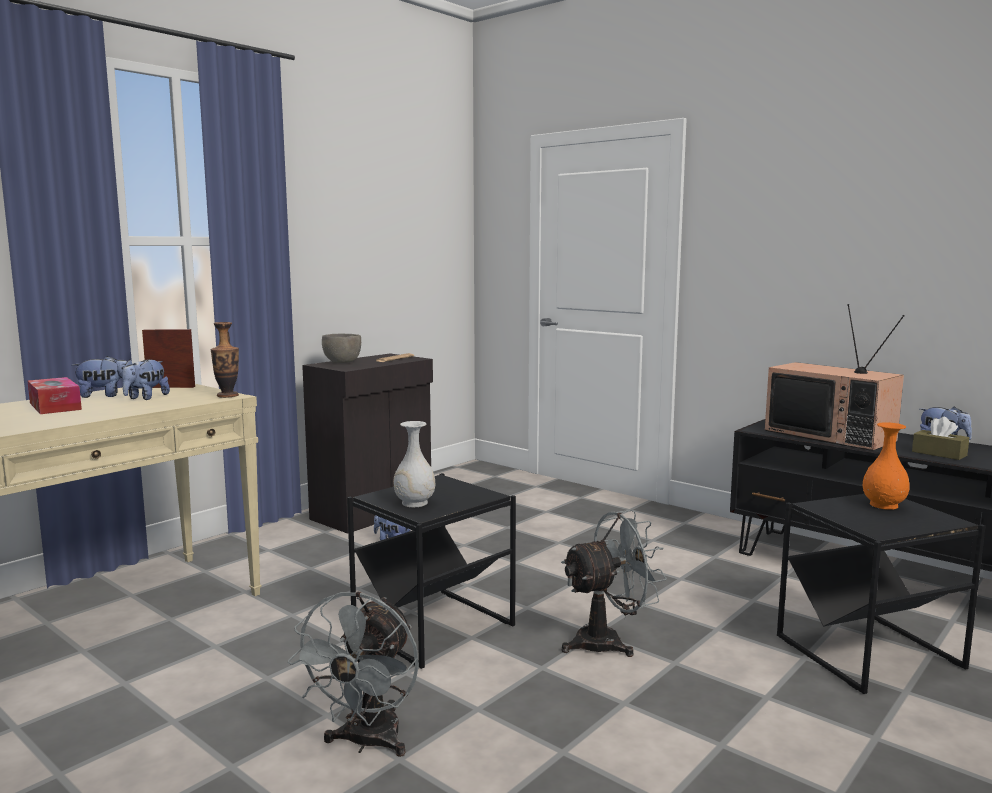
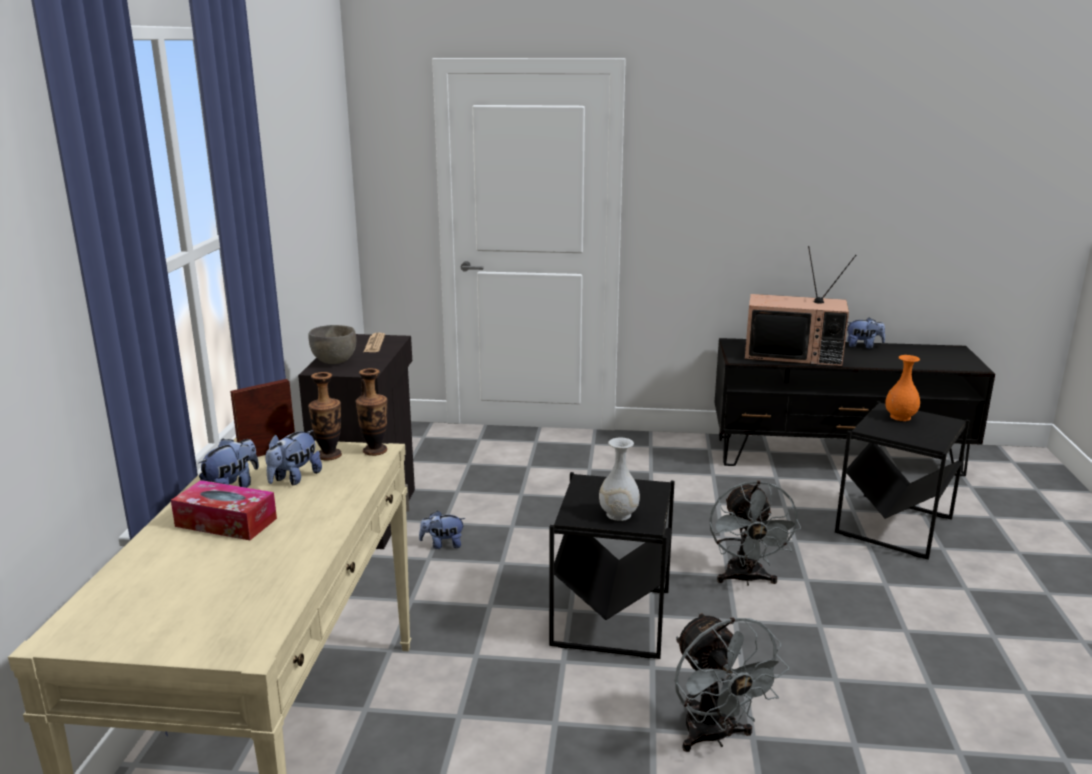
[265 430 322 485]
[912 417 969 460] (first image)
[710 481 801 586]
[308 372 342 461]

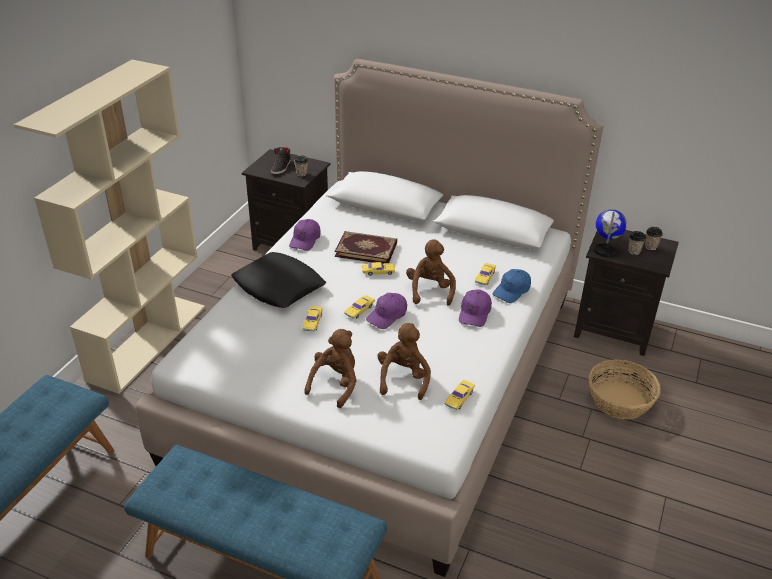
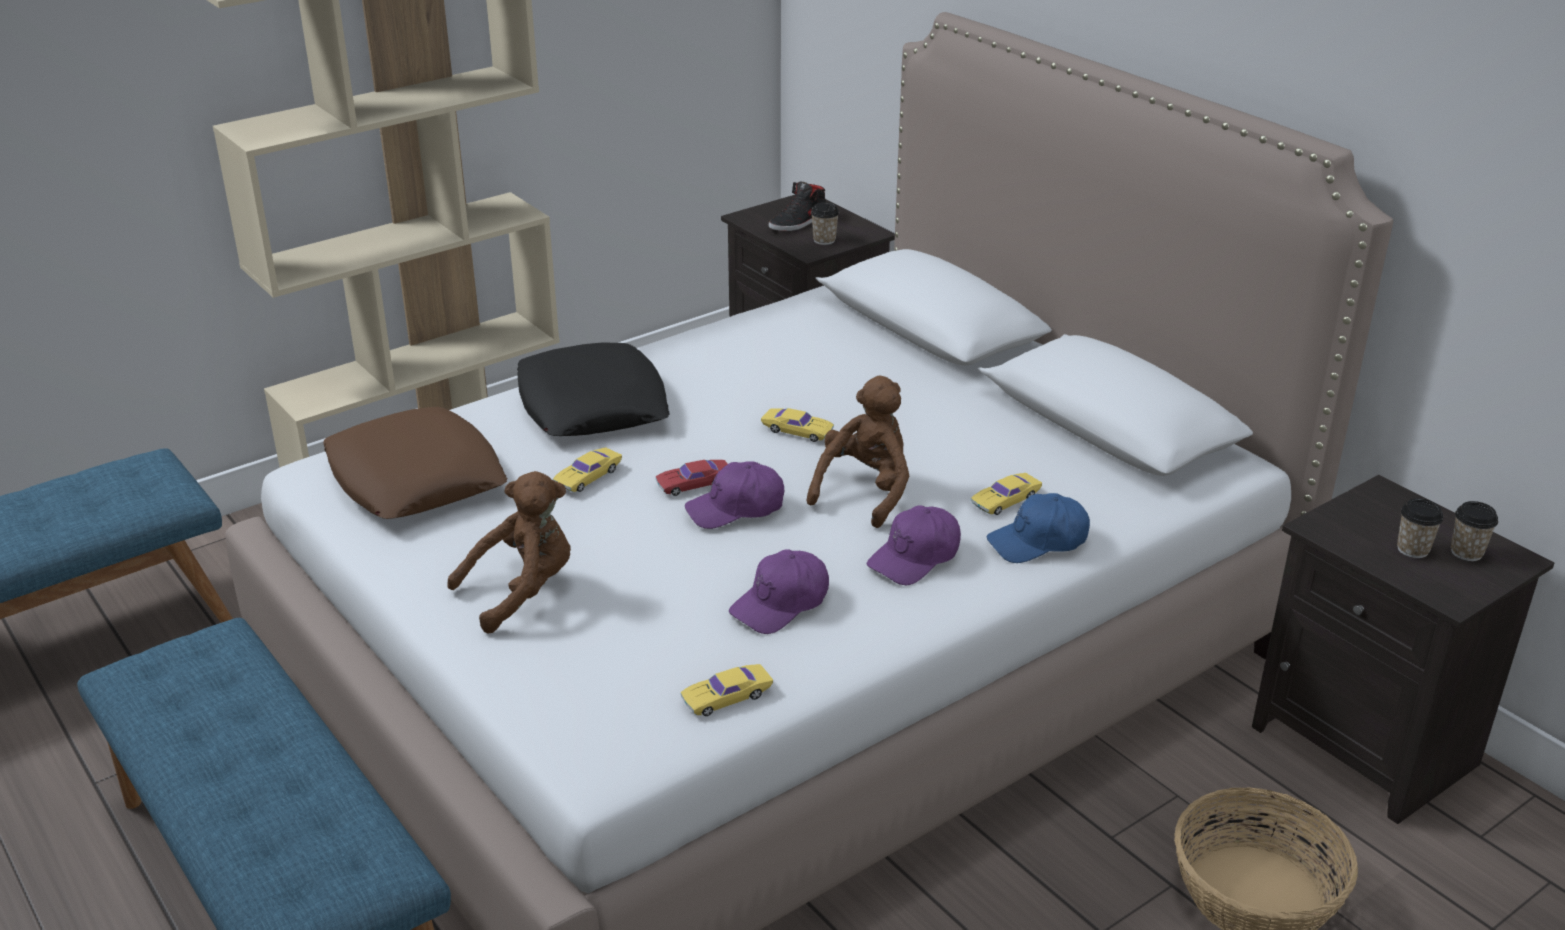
[594 209 627 257] (first image)
[729 549 829 634]
[335 231 397 263] (first image)
[656 460 727 496]
[377 323 431 400] (first image)
[323 407 507 519]

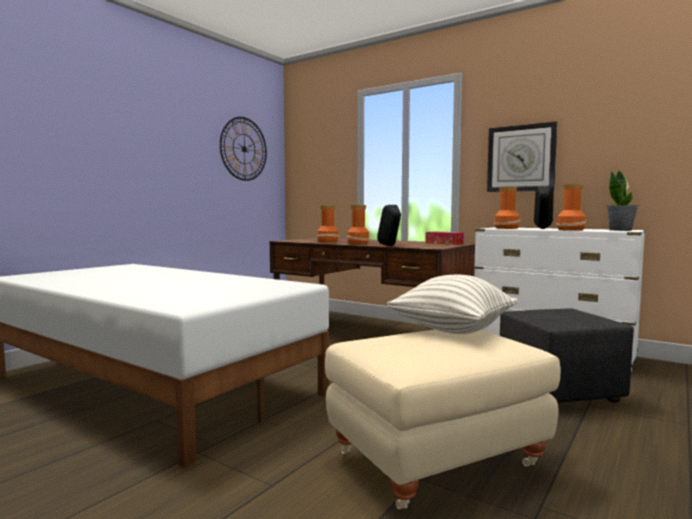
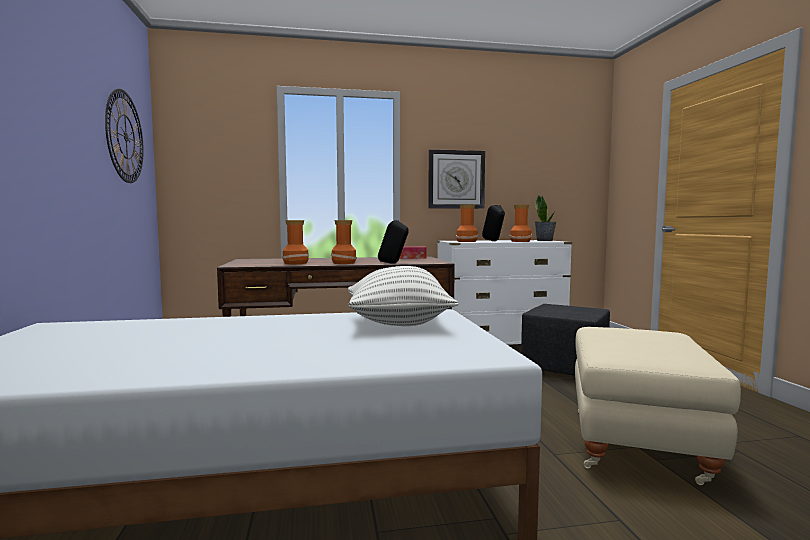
[348 266 458 326]

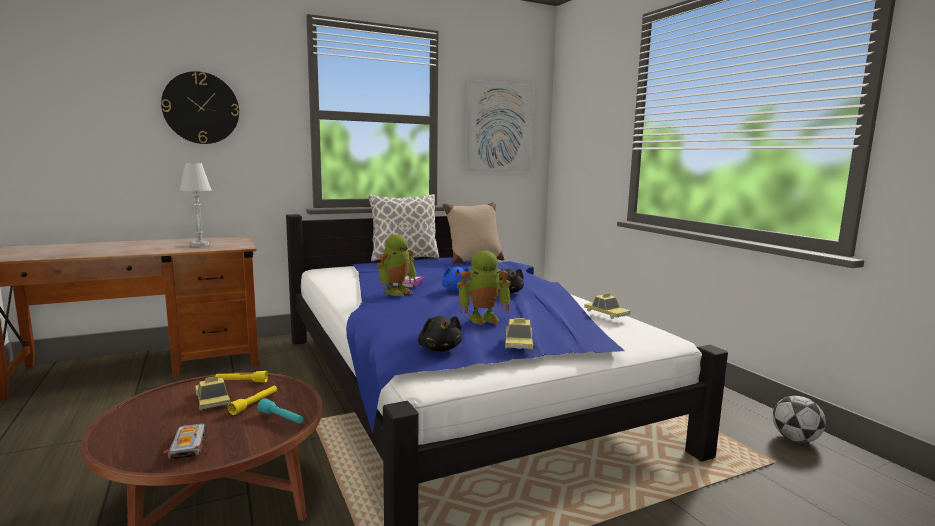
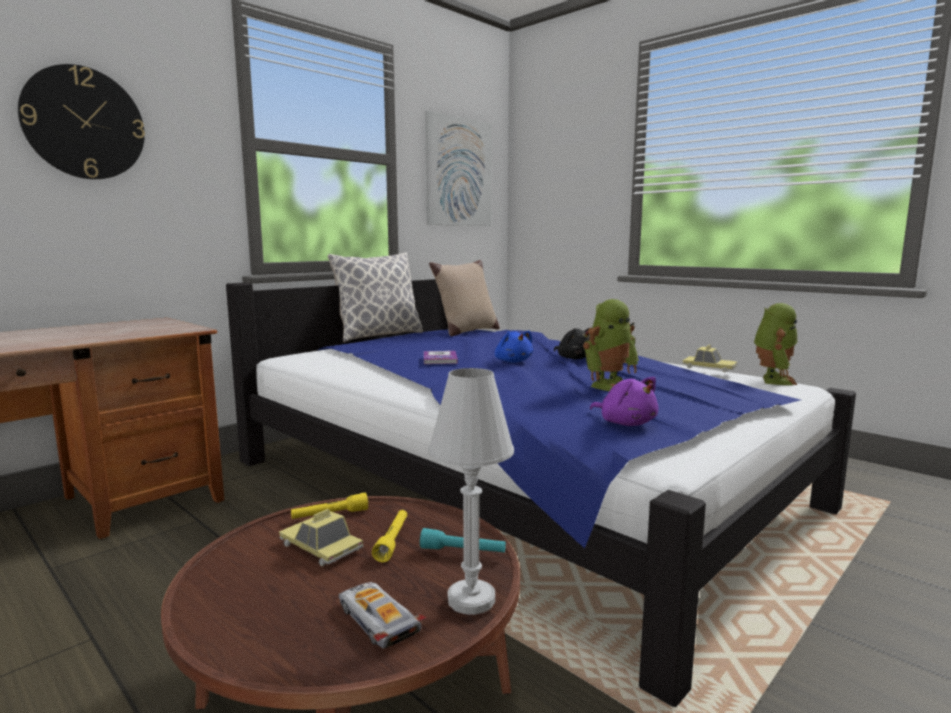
[428 368 514 615]
[754 303 798 385]
[590 377 658 426]
[505 318 533 350] (first image)
[773 396 826 443] (first image)

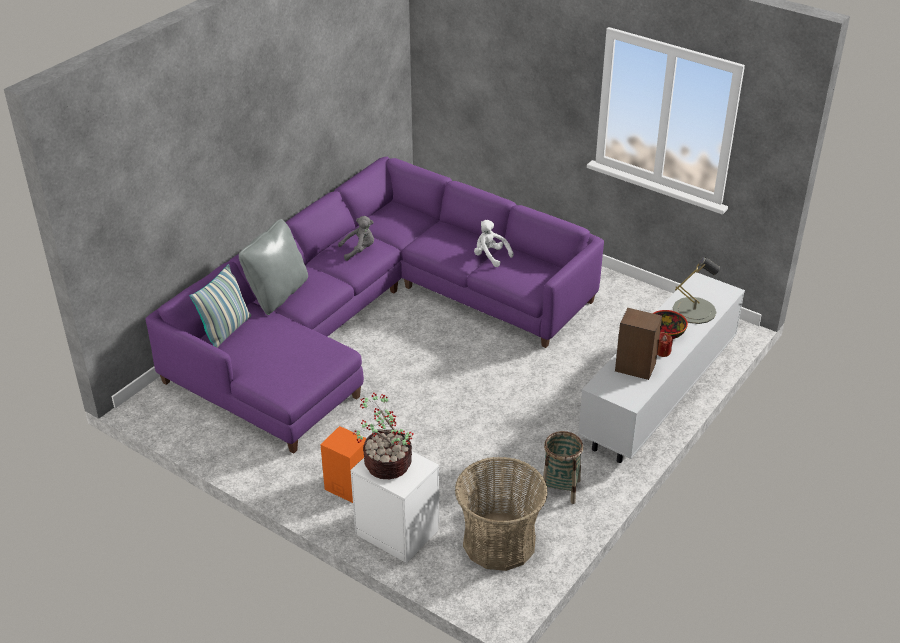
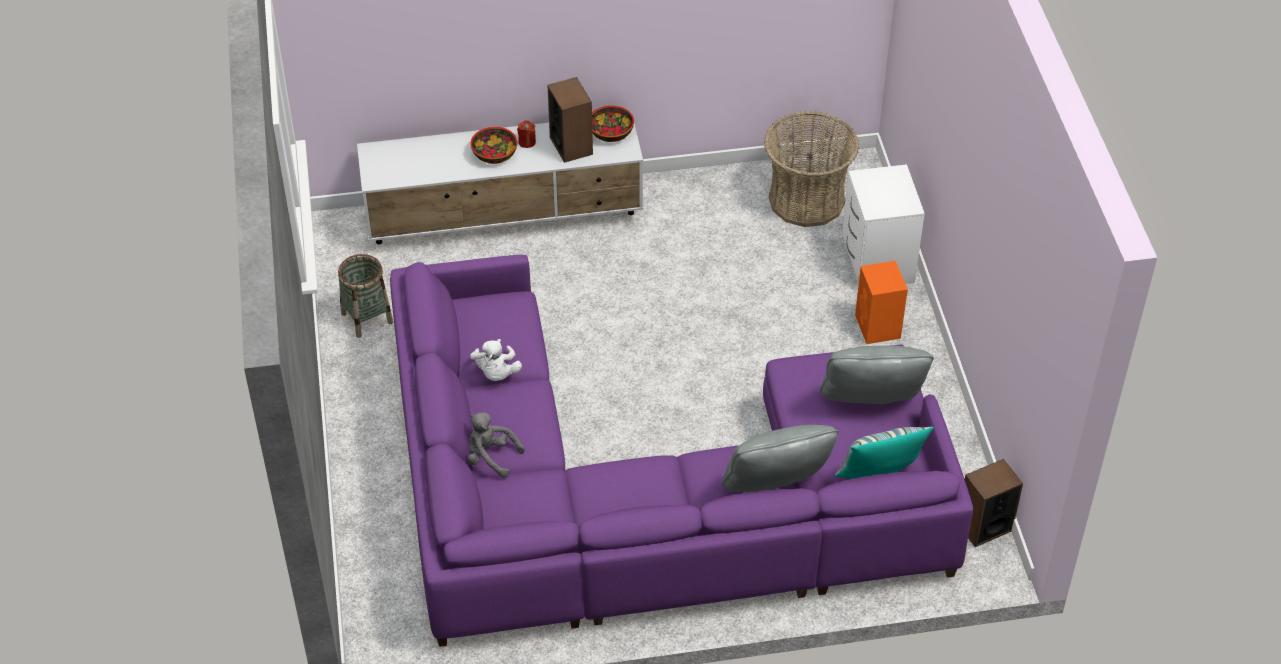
[467 412 525 478]
[673 257 720 324] (first image)
[353 393 414 479] (first image)
[338 254 393 338]
[592 105 634 142]
[820 346 934 404]
[965 459 1023 547]

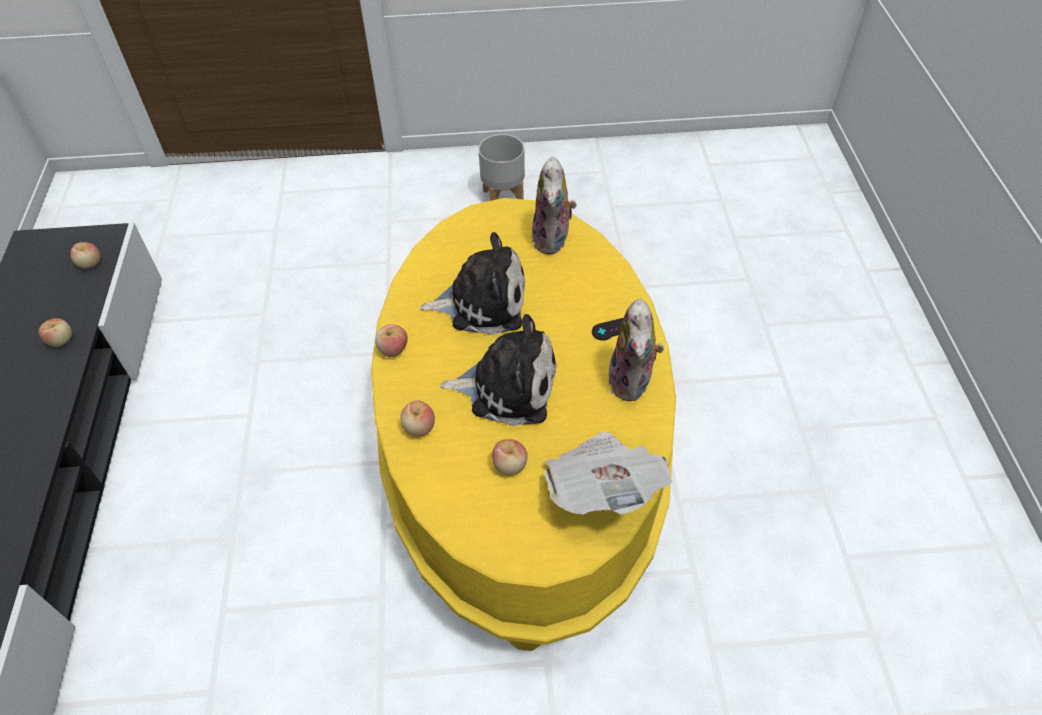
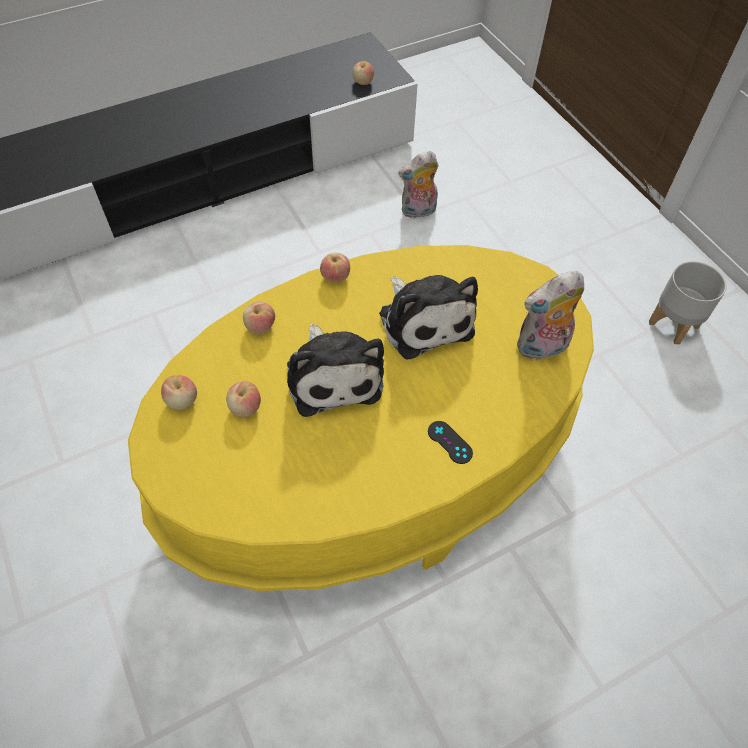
[398 151 439 219]
[161 375 197 410]
[544 432 672 515] (first image)

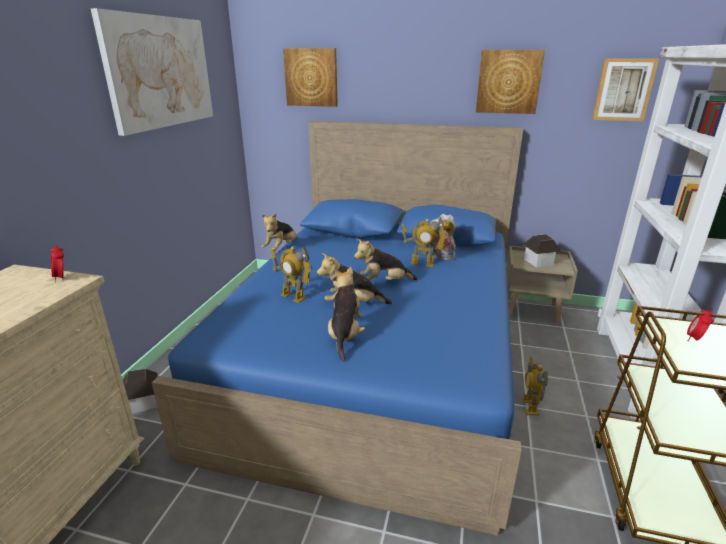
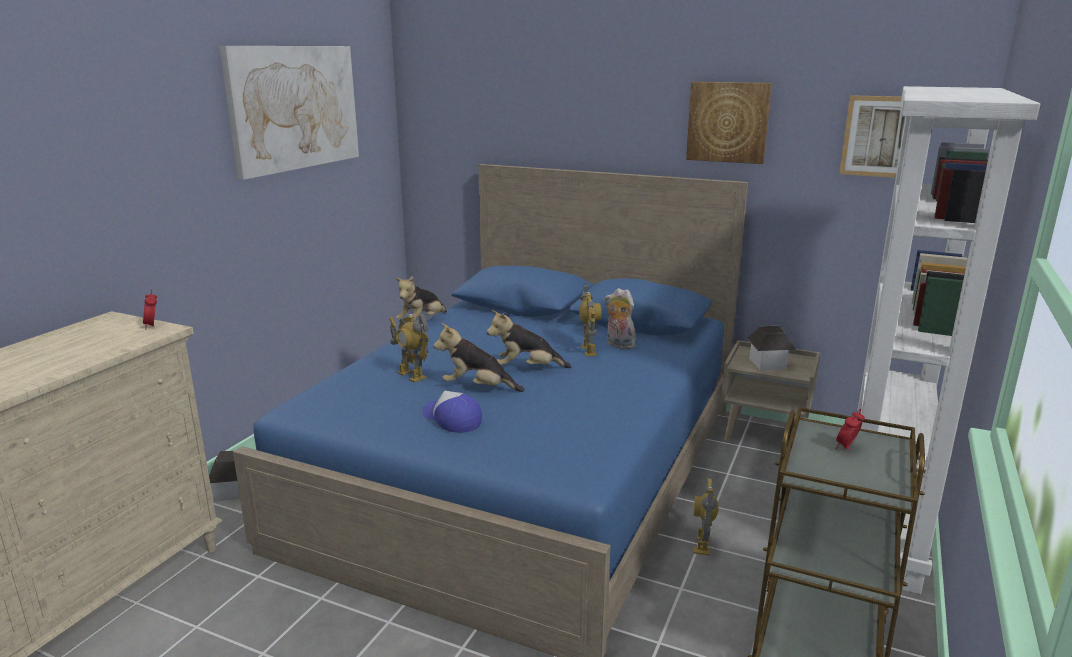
[283 48 338 107] (first image)
[579 284 601 356]
[422 391 482 433]

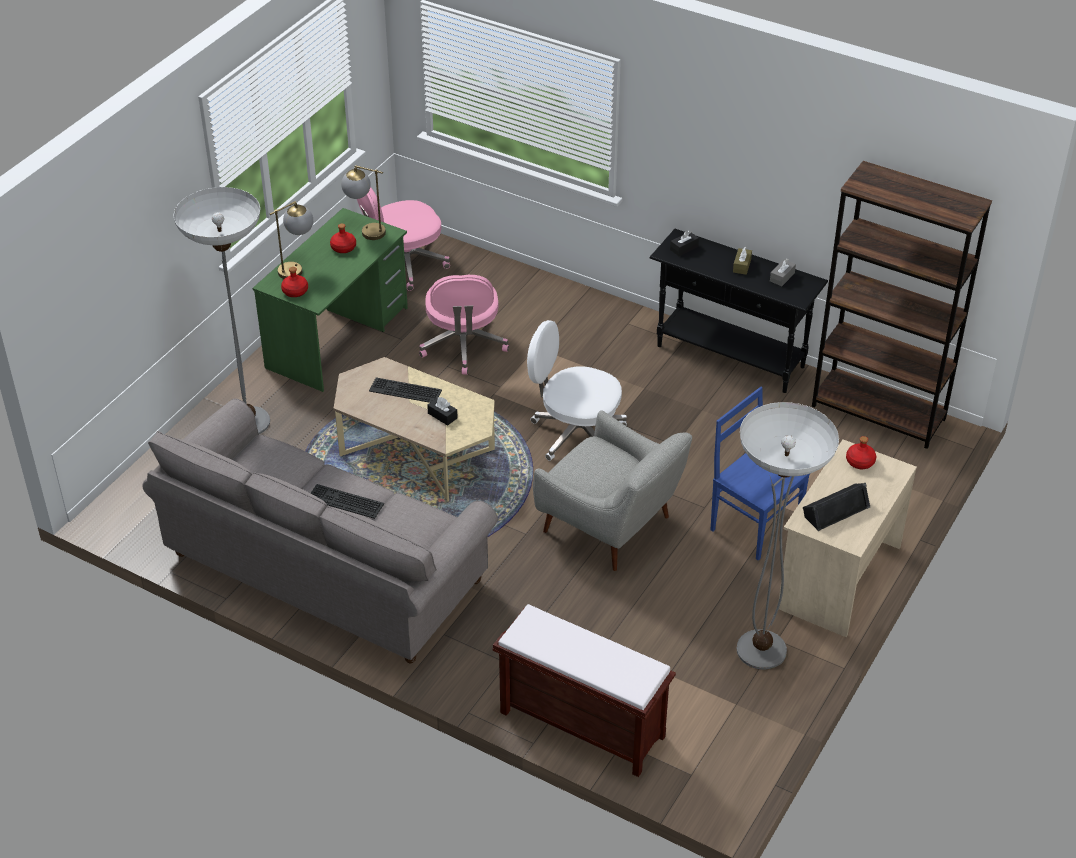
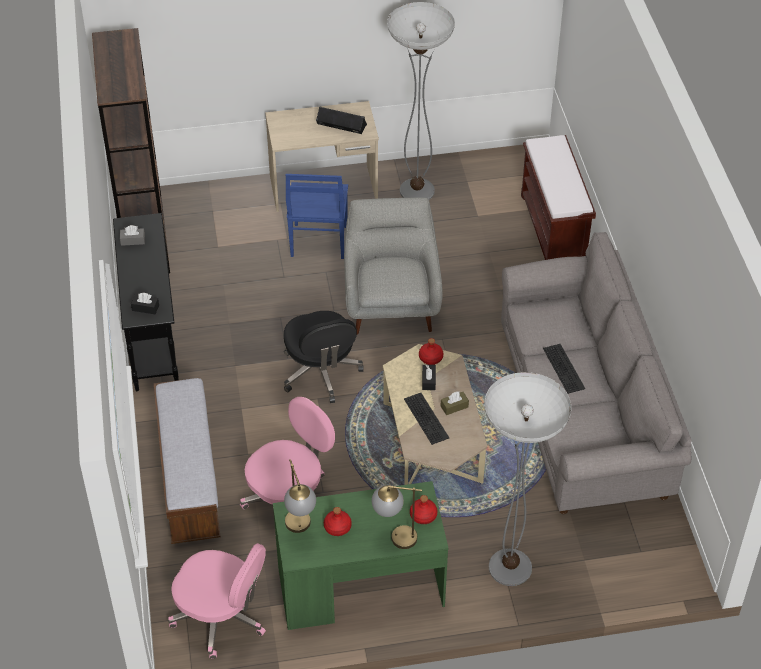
[441 392 469 415]
[284 311 364 403]
[419 338 443 365]
[154 378 221 544]

